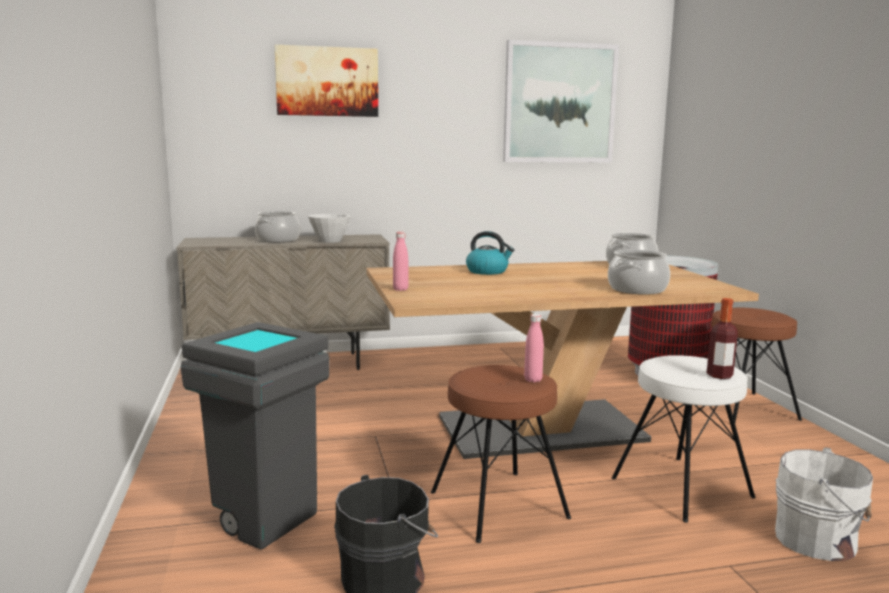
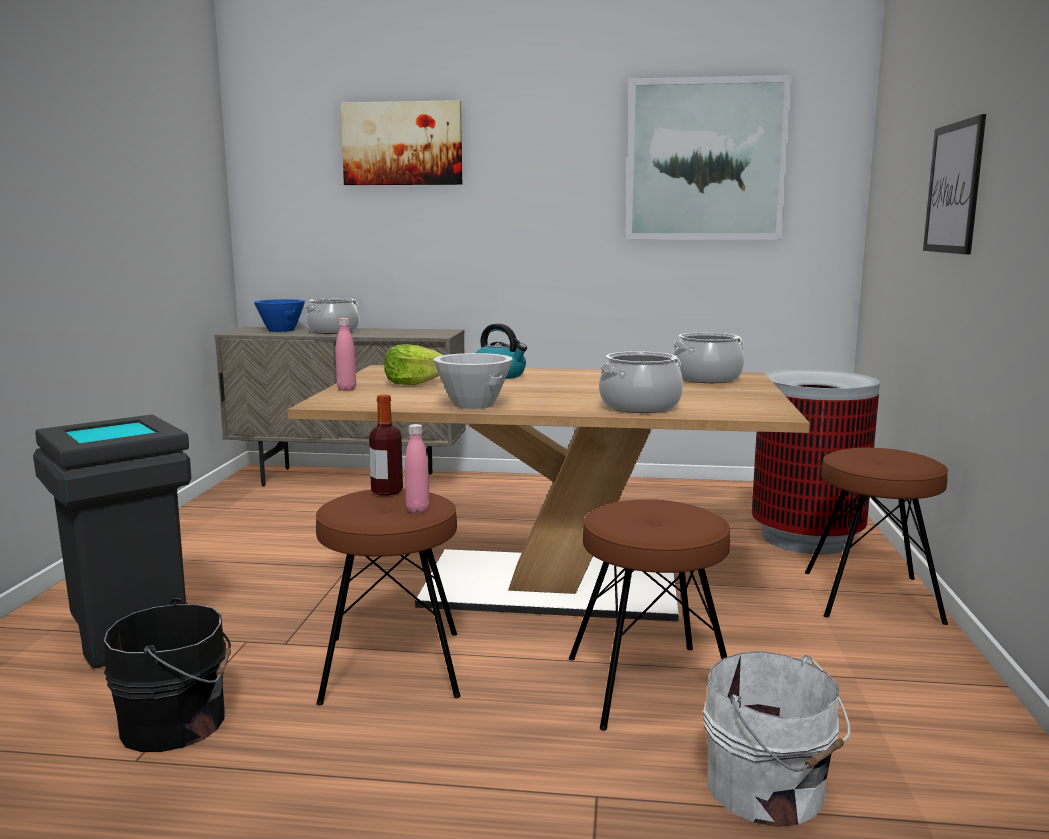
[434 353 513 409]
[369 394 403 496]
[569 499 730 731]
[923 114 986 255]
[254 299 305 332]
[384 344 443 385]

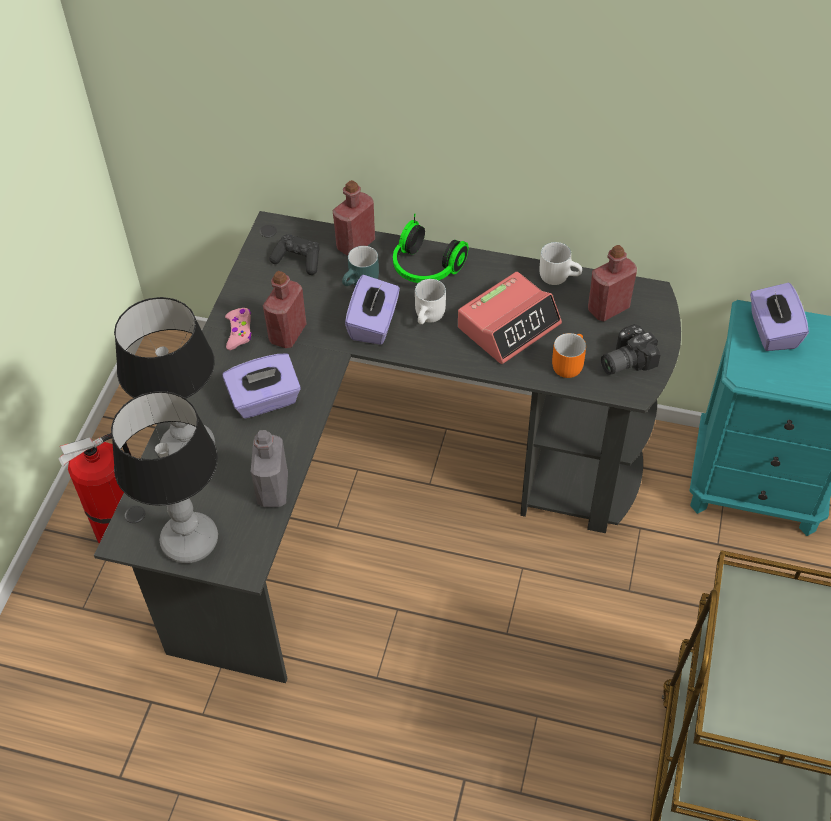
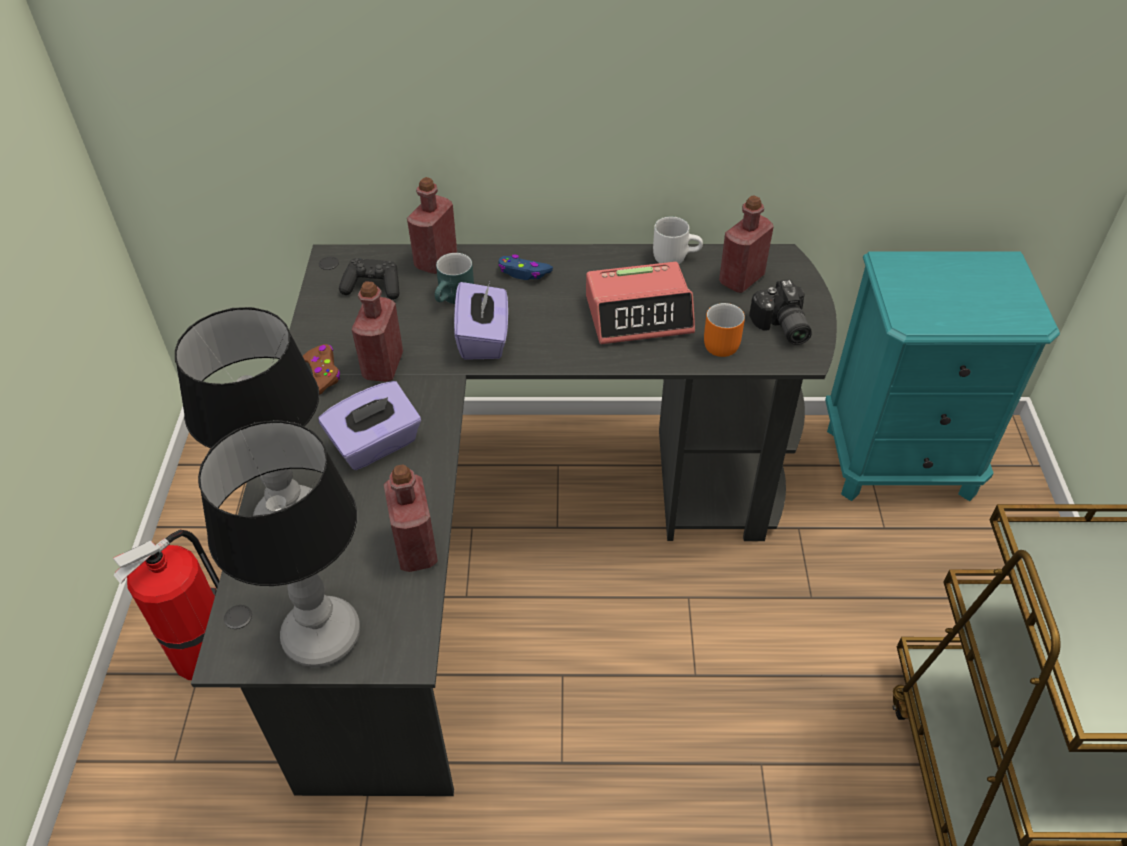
[498 255 553 280]
[586 262 695 344]
[415 279 446 324] (first image)
[750 283 809 351] (first image)
[303 344 340 395]
[749 279 812 345]
[384 464 438 572]

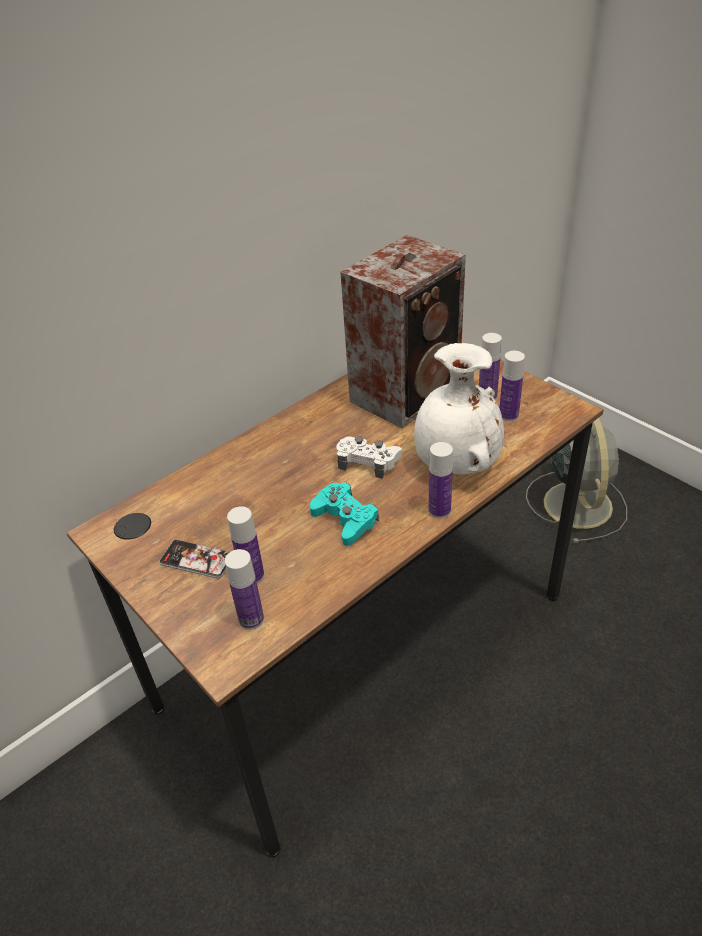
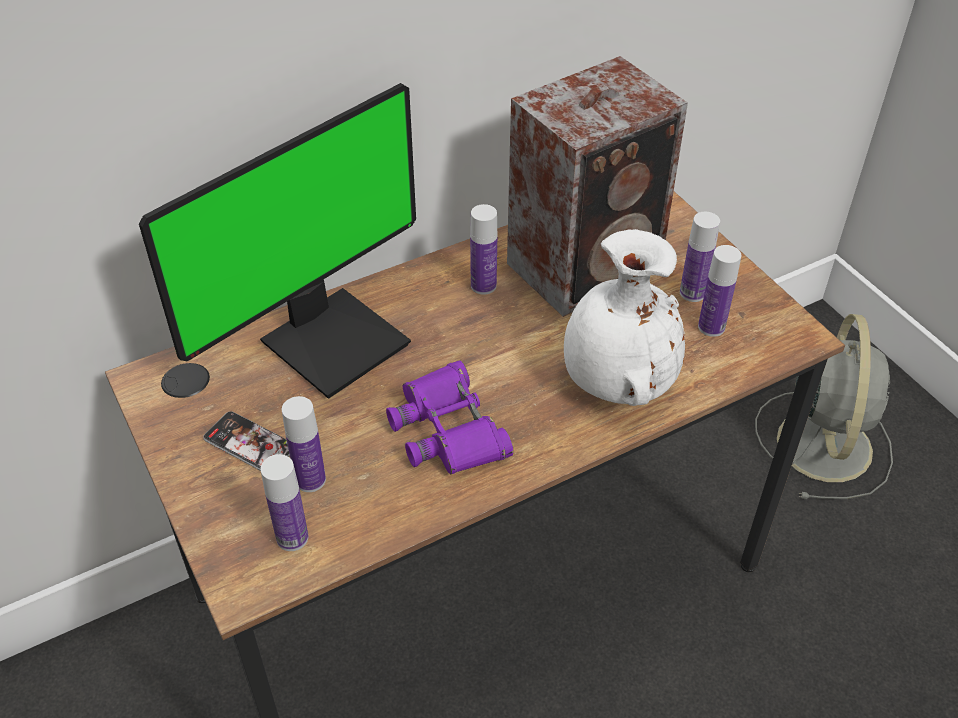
[336 436 402 479] (first image)
[470 204 497 295]
[386 360 514 474]
[139 83 416 399]

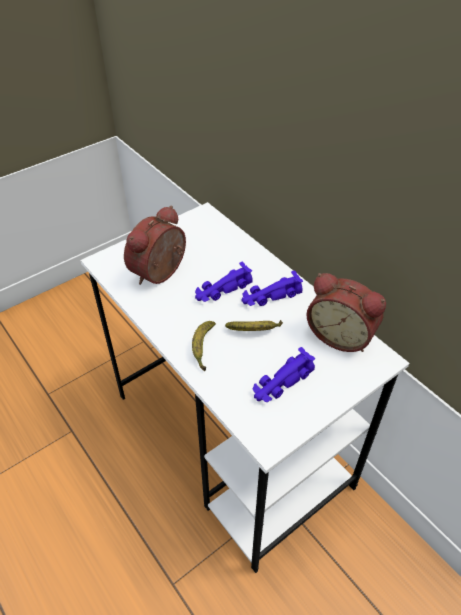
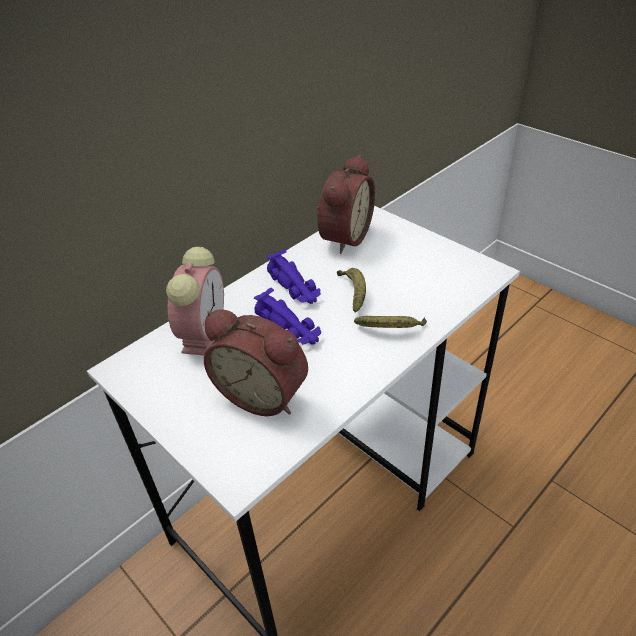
[253 347 315 402] (first image)
[166 247 224 355]

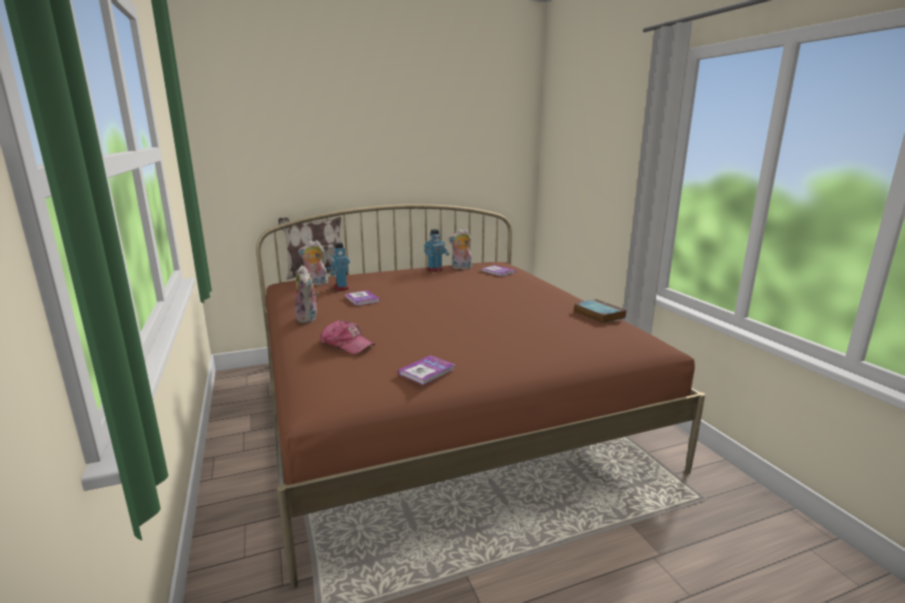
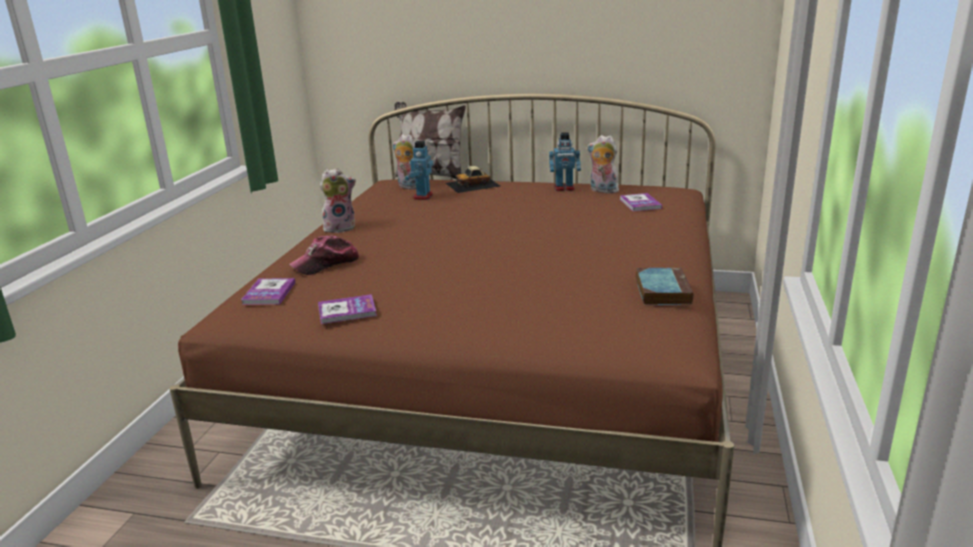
[320 168 356 233]
[241 278 295 305]
[289 235 360 275]
[446 166 500 193]

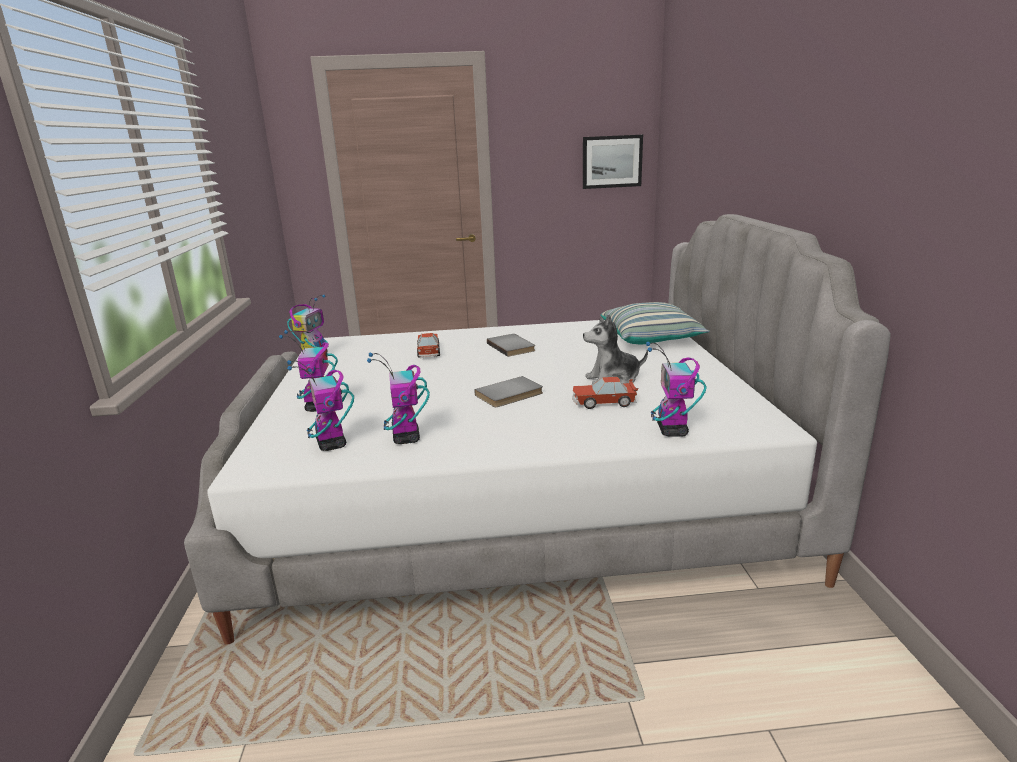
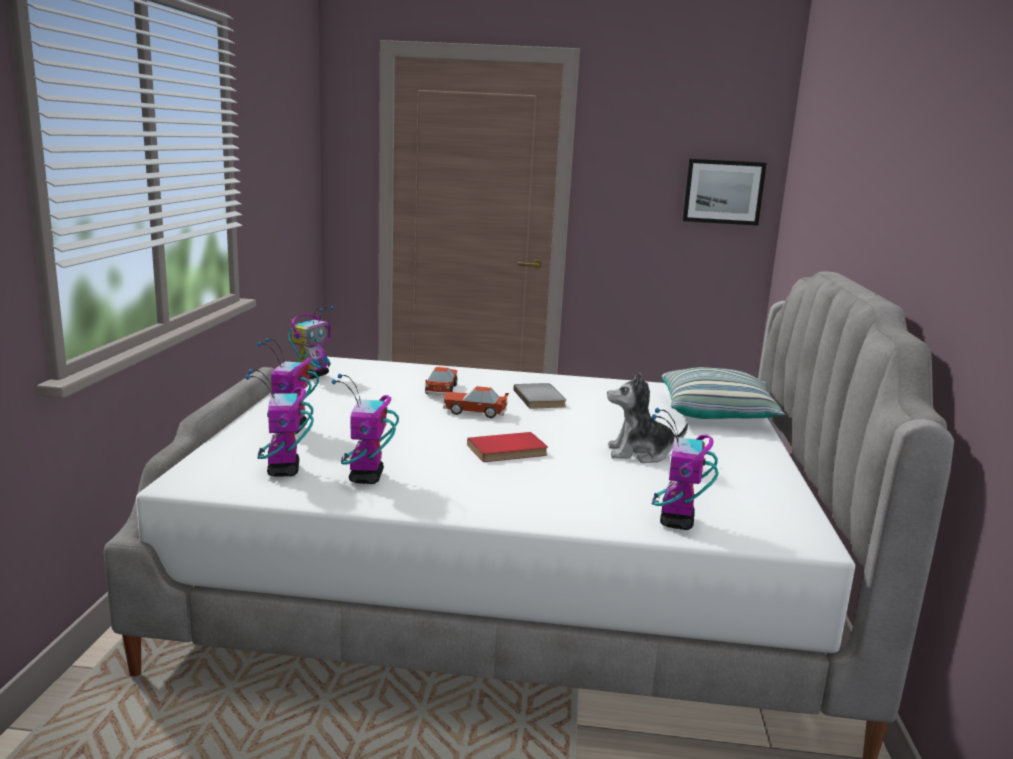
[467 432 548 462]
[443 386 509 418]

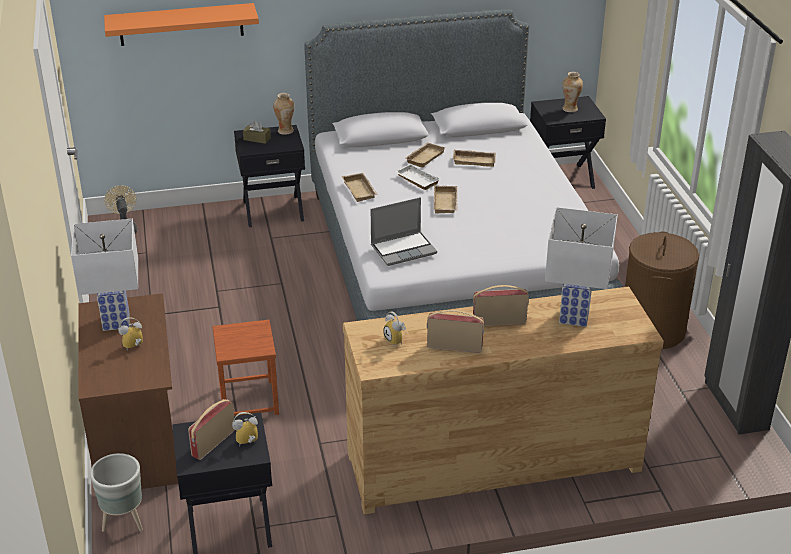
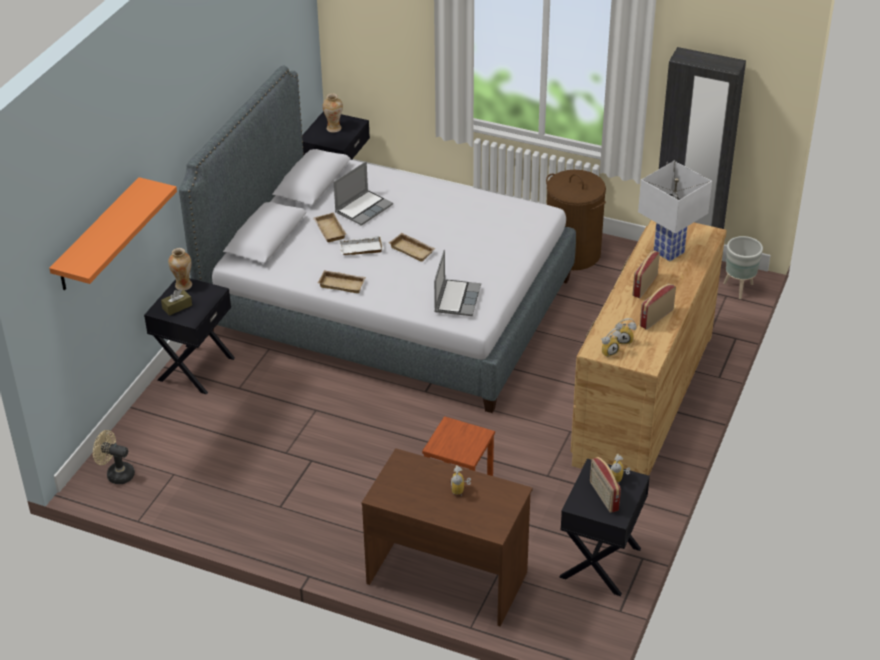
[334 161 393 226]
[71 219 138 331] (first image)
[723 236 763 299]
[601 328 621 358]

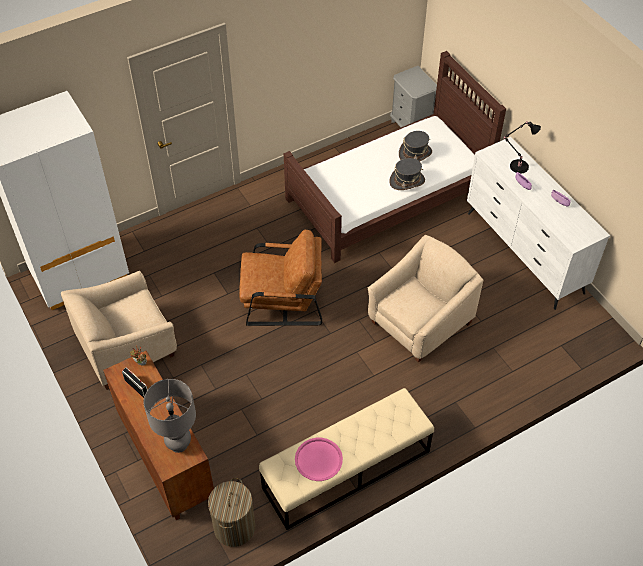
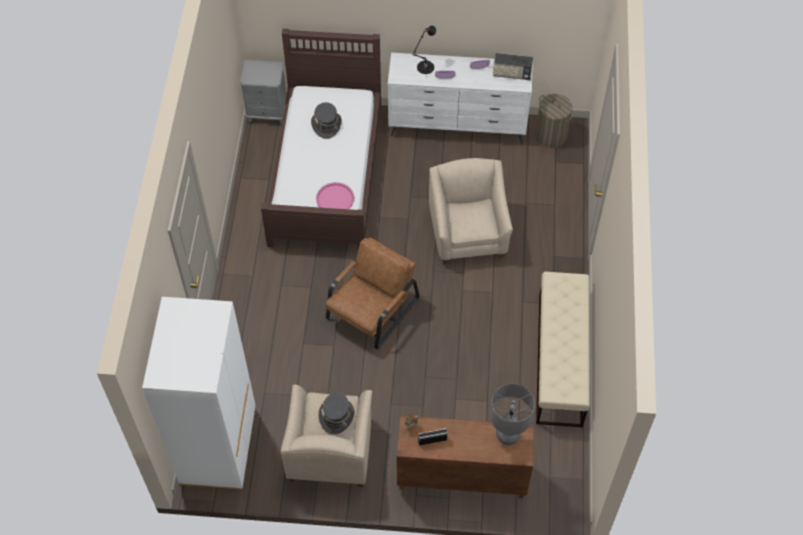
[319 393 354 435]
[316 182 354 209]
[535 94 573 148]
[493 53 533 80]

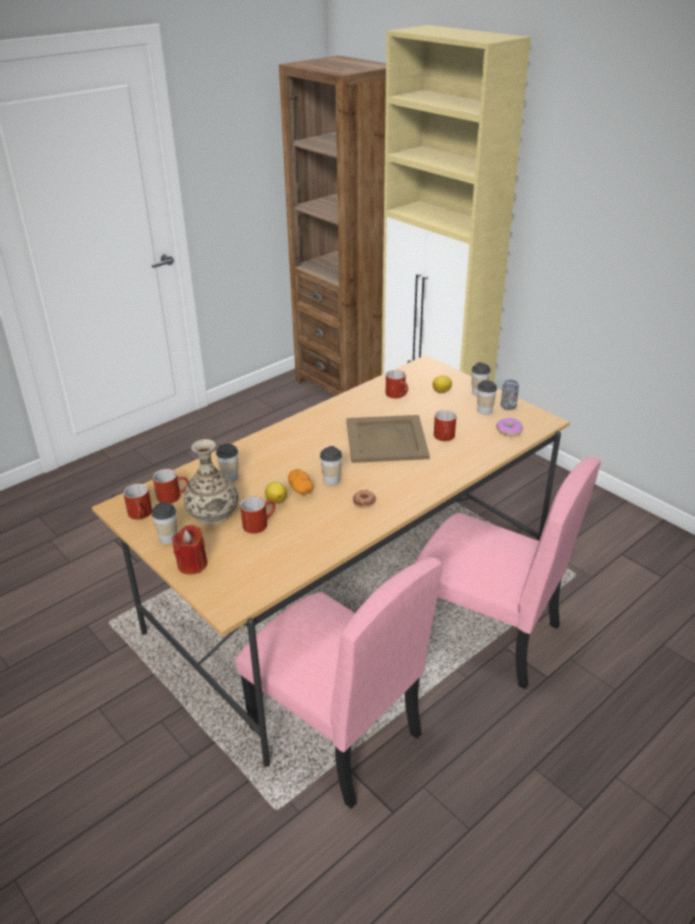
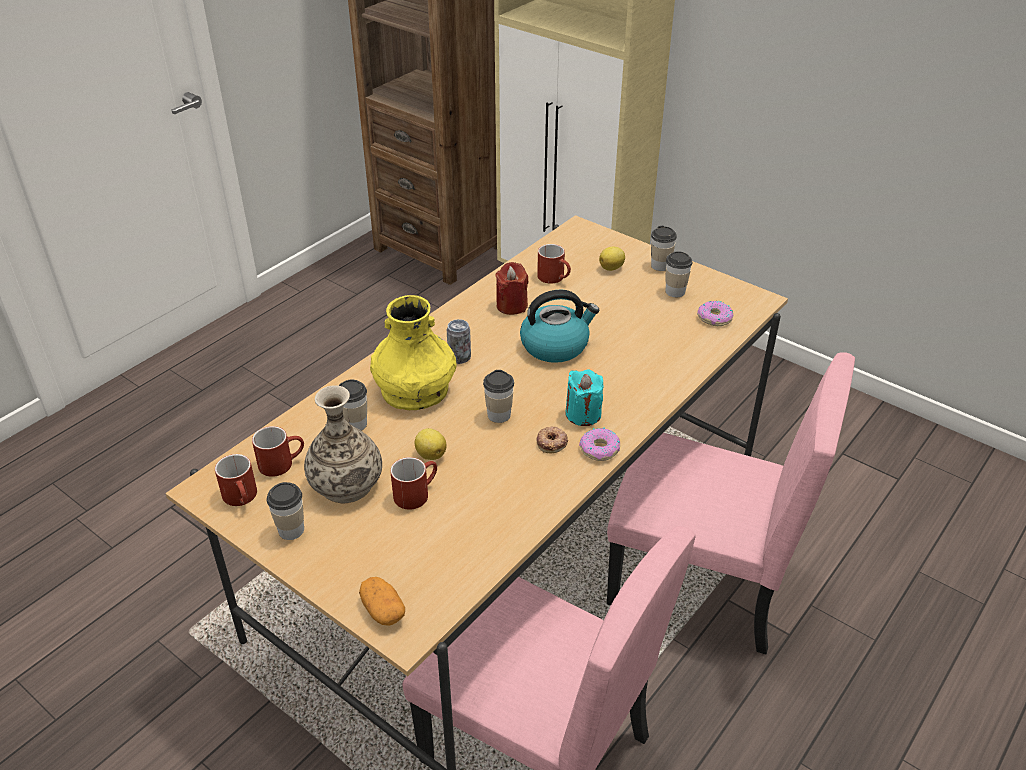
[447 319 471 364]
[434 410 456 441] (first image)
[520 289 599 363]
[359 577 405 626]
[495 262 528 315]
[370 295 457 410]
[565 369 604 426]
[579 427 620 461]

